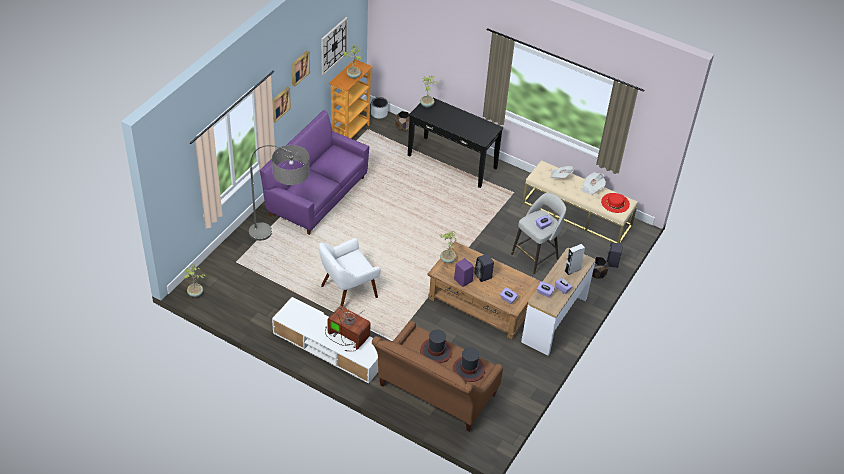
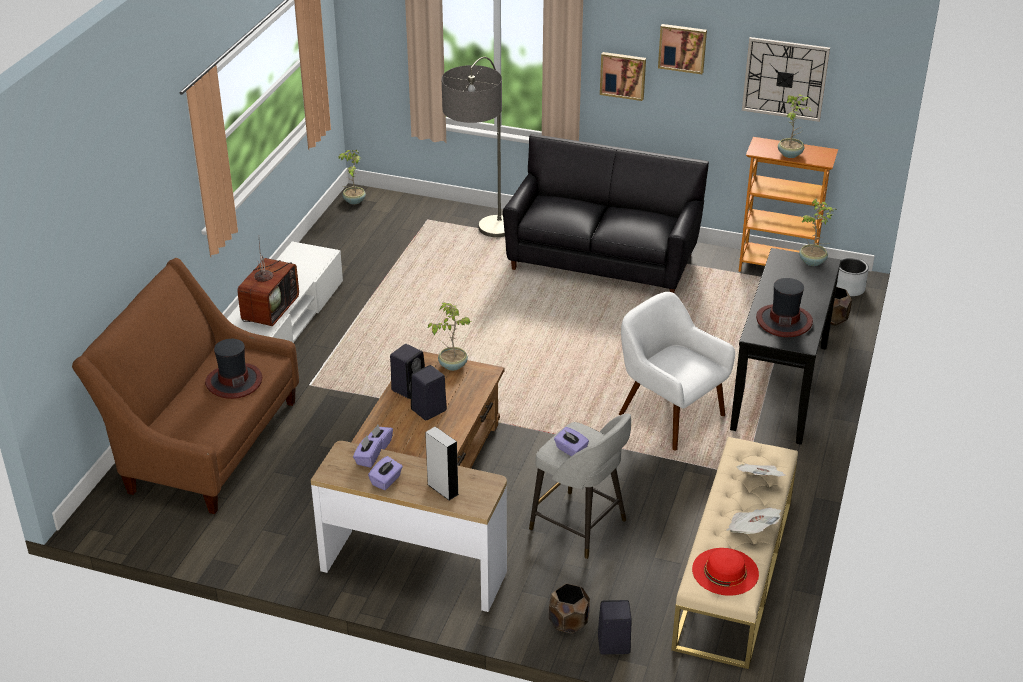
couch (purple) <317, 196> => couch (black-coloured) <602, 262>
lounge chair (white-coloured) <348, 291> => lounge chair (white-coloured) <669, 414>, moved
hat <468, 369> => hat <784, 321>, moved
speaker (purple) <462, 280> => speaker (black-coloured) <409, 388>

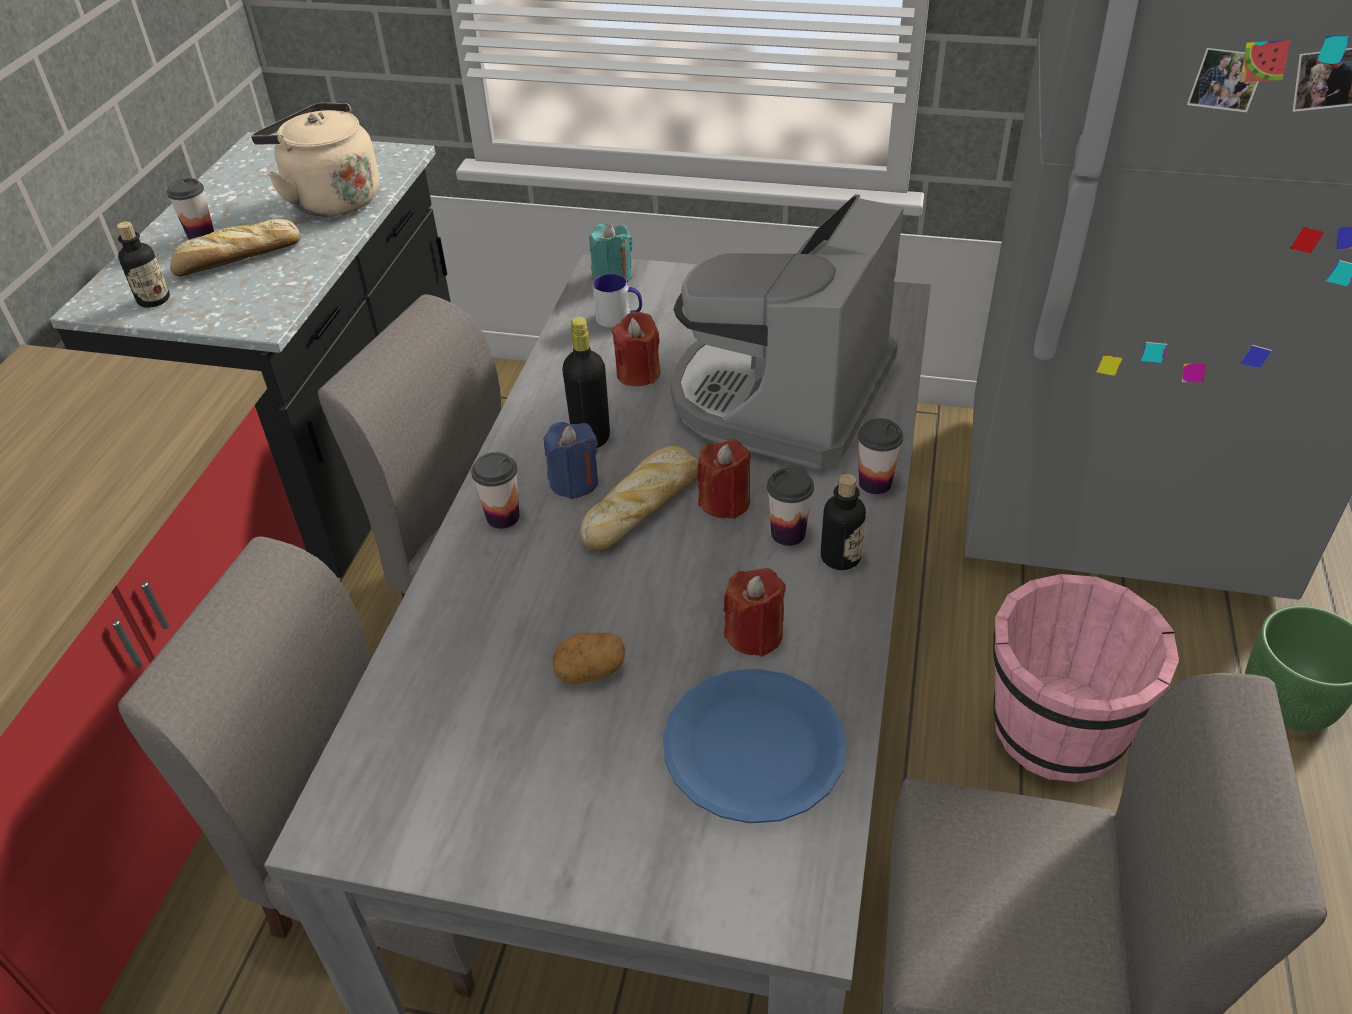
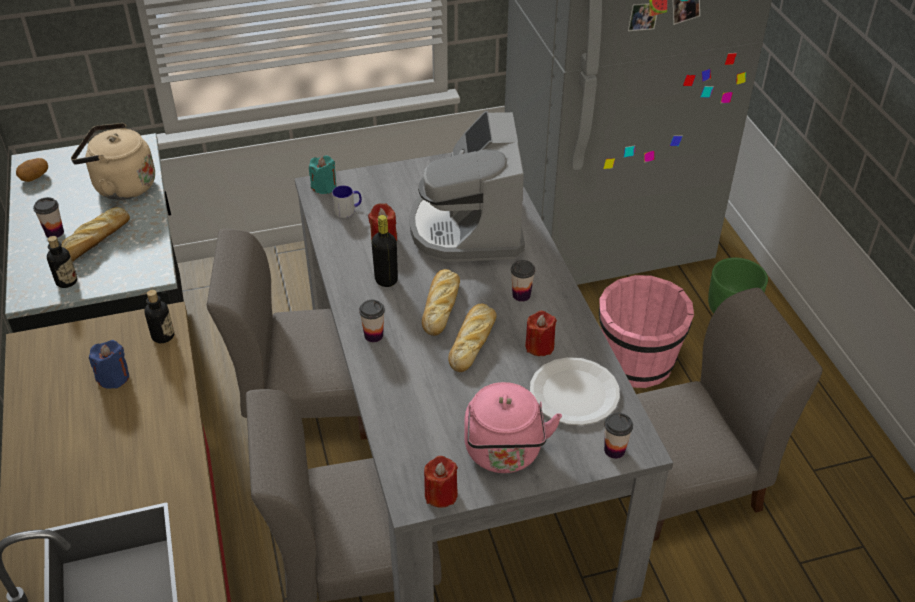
candle (blue) <574, 482> => candle (blue) <113, 377>, moved
spud <590, 669> => spud <34, 176>, moved
plate (blue) <753, 746> => plate (white-coloured) <574, 393>
candle (reddish) <725, 502> => candle (reddish) <441, 494>, moved
beverage bottle <840, 557> => beverage bottle <163, 336>, moved
small cup <875, 483> => small cup <614, 450>, moved
nothing => bakery bread <473, 340>
nothing => tea kettle (pink) <504, 454>

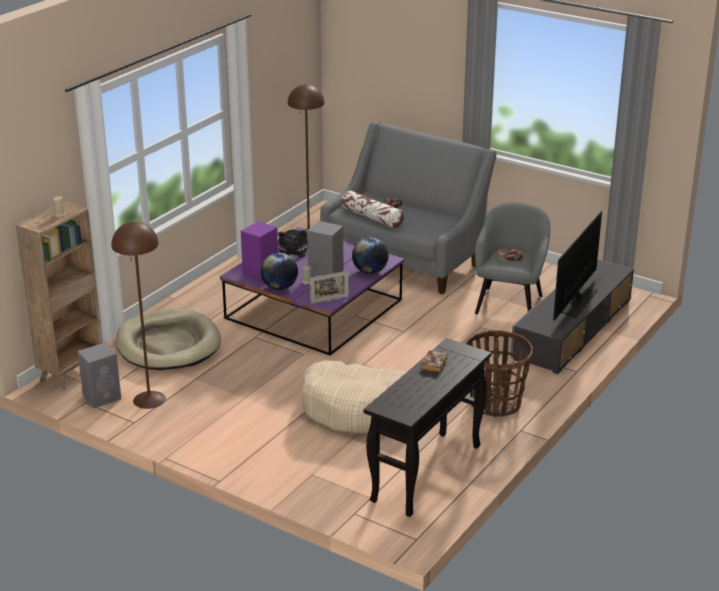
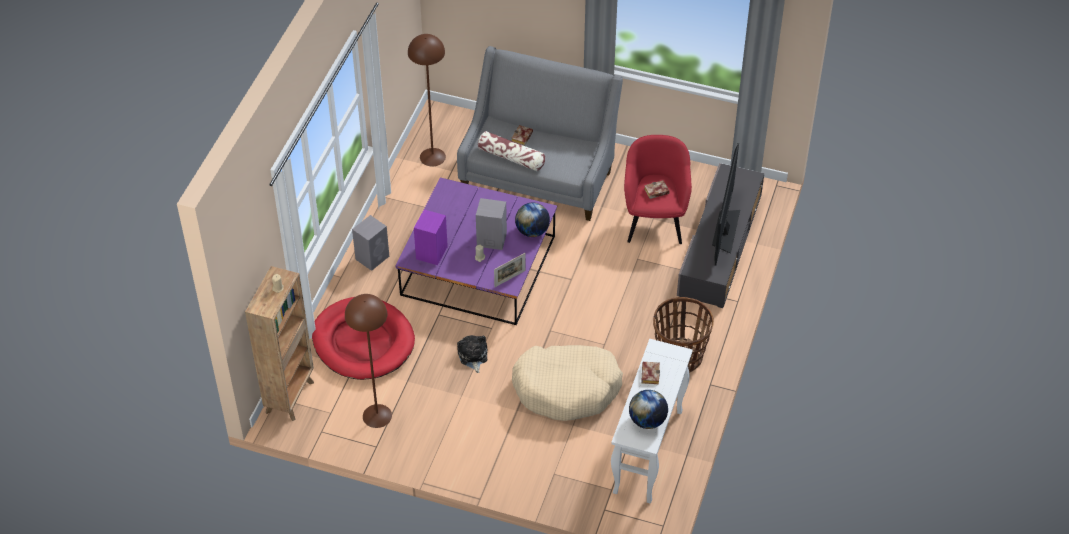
speaker (greyish) <103, 397> => speaker (greyish) <373, 257>, moved
dog bed (sand-coloured) <168, 345> => dog bed (reddish) <363, 341>
world globe <279, 287> => world globe <647, 421>, moved
plush toy <292, 253> => plush toy <473, 356>, moved
hall table (black-coloured) <426, 474> => hall table (white-coloured) <648, 452>
lounge chair (greyish) <509, 303> => lounge chair (reddish) <654, 221>

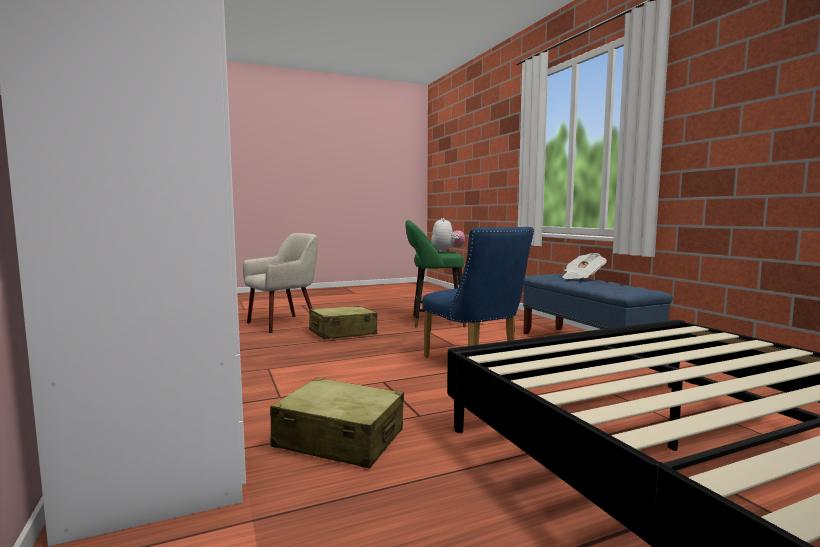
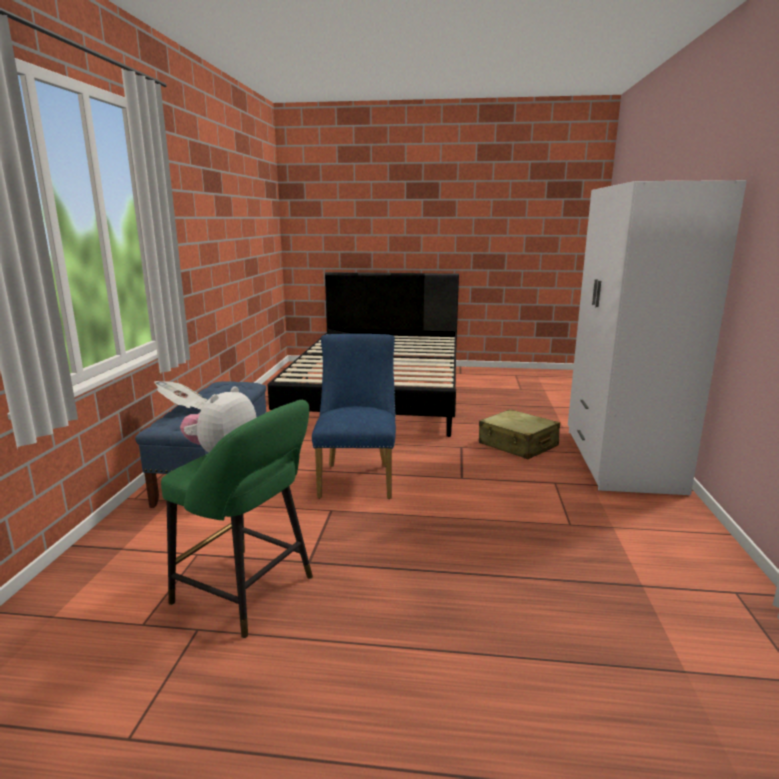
lounge chair (sand-coloured) <283, 323> => nothing
piece of luggage (sand-coloured) <342, 333> => nothing

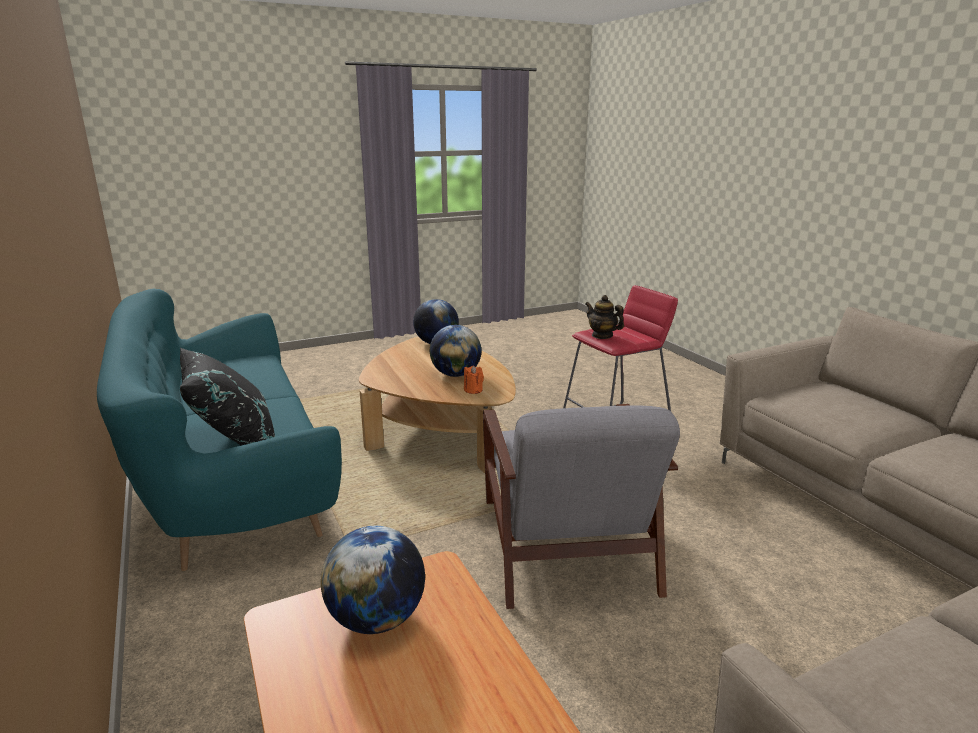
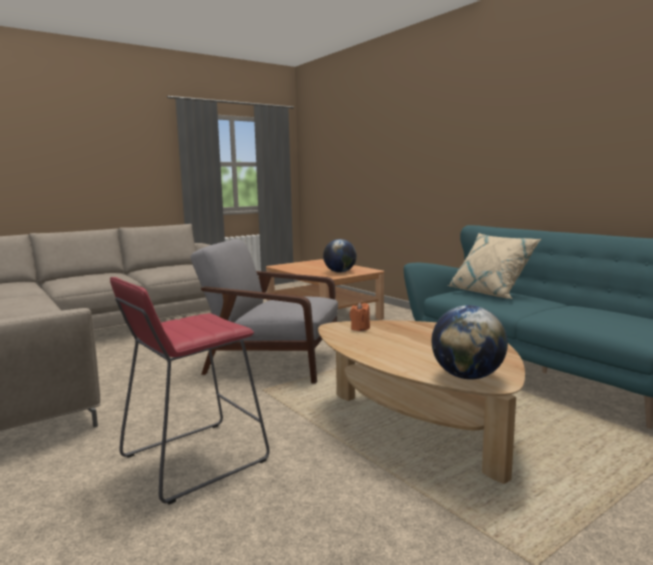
throw pillow (black-coloured) <233, 440> => throw pillow (sand-coloured) <490, 293>
world globe <456, 375> => nothing
lounge chair (greyish) <567, 547> => lounge chair (greyish) <272, 361>, 60 degrees counterclockwise
teapot <602, 336> => nothing

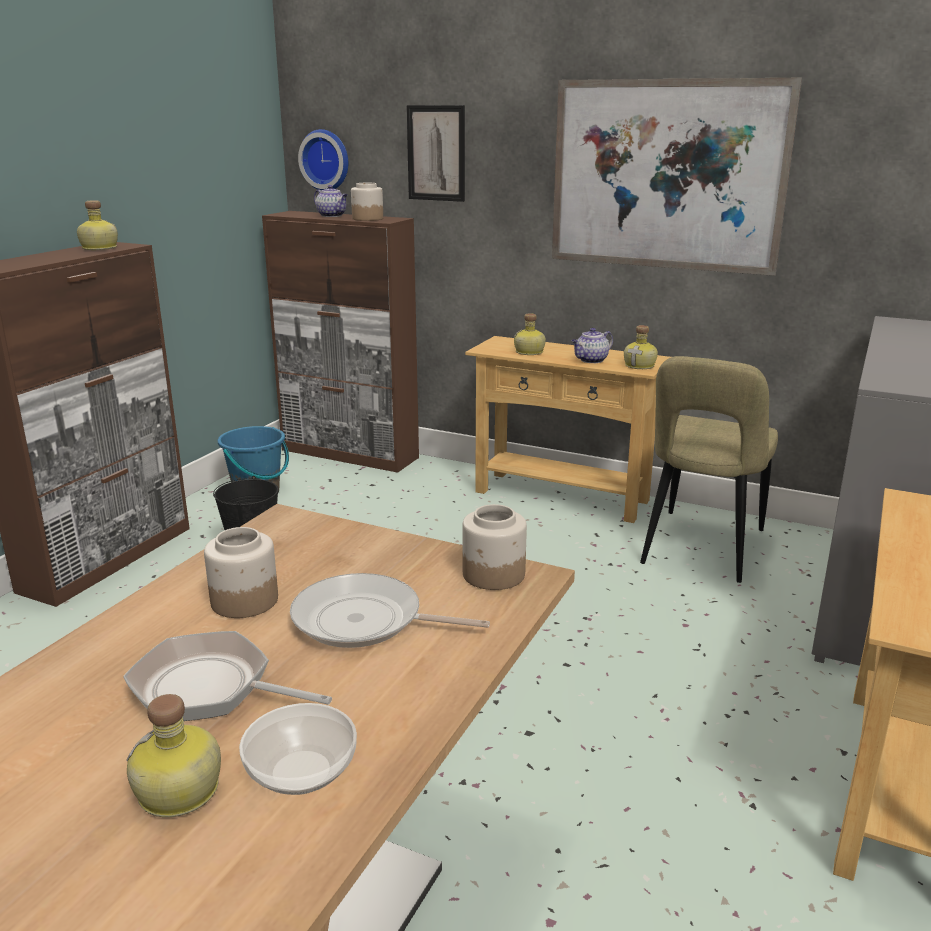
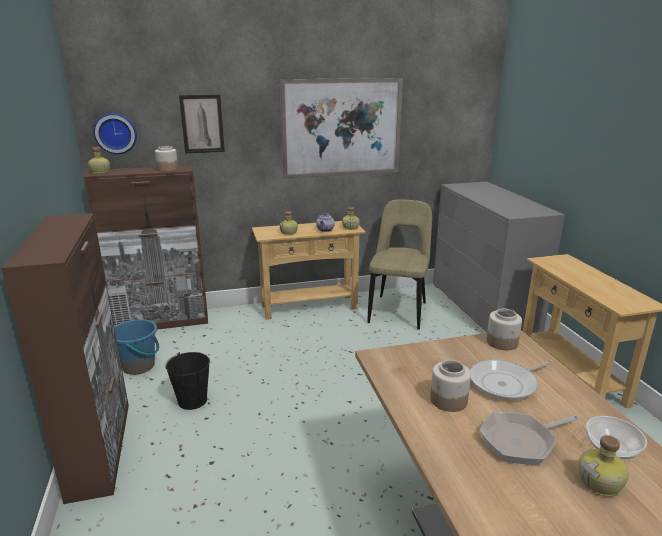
beverage bottle <98, 248> => beverage bottle <99, 172>, moved
teapot <332, 216> => nothing
chair (sand-coloured) <700, 550> => chair (sand-coloured) <398, 311>, 150 degrees counterclockwise

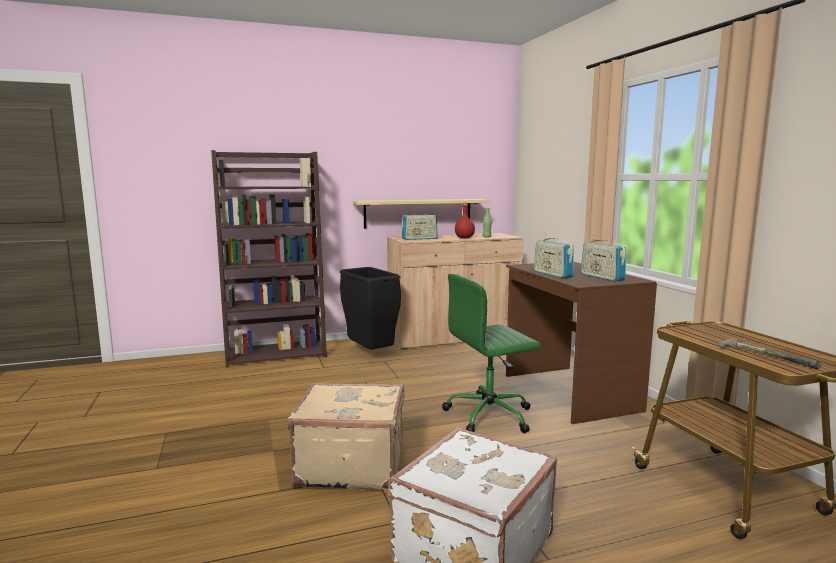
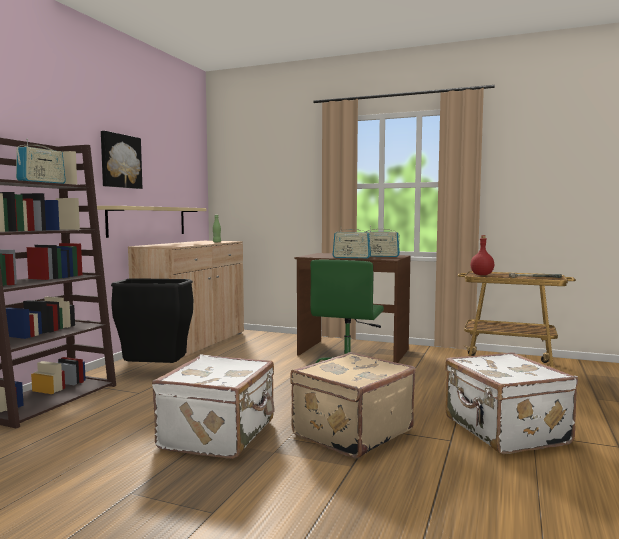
radio set <419, 239> => radio set <42, 182>, moved
beverage bottle (reddish) <465, 238> => beverage bottle (reddish) <482, 275>, moved
nothing => picture <120, 161>
nothing => piece of luggage (white-coloured) <220, 435>

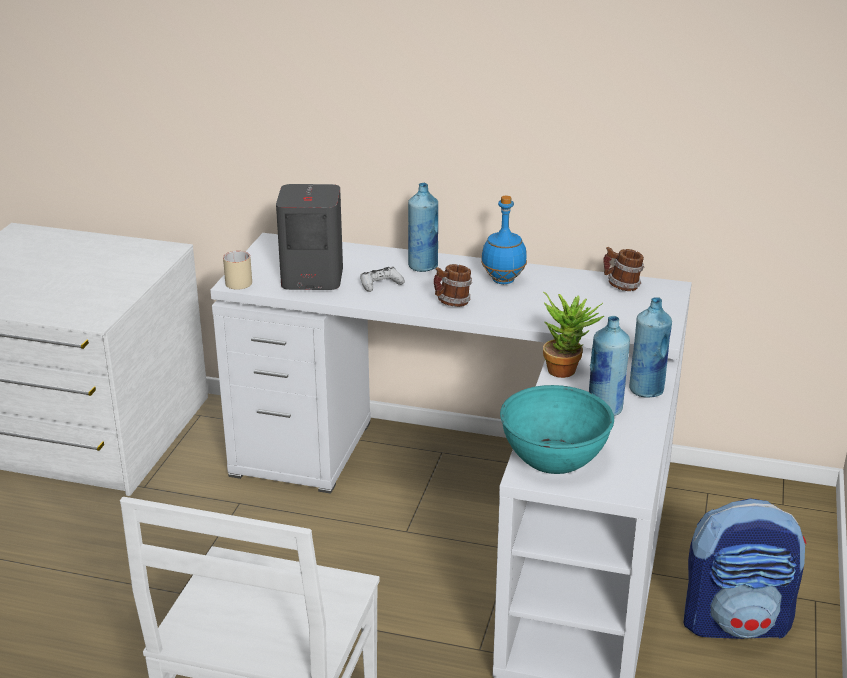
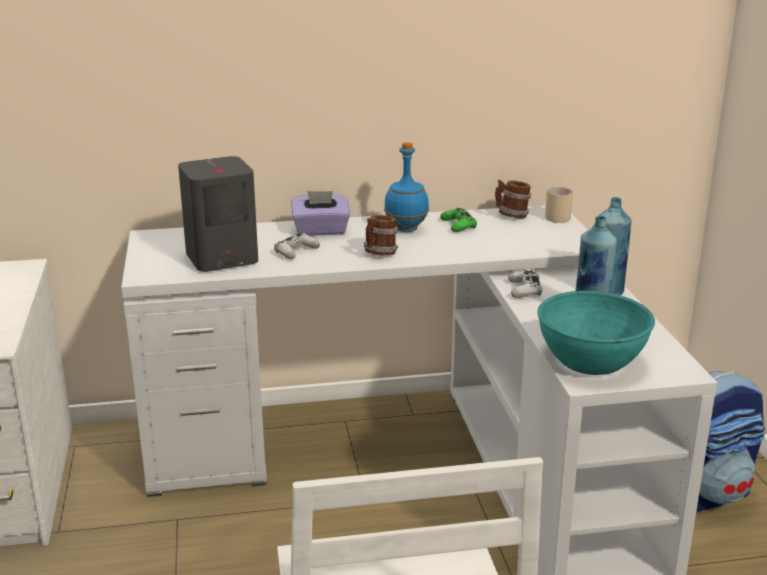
coffee mug (sand-coloured) <240, 281> => coffee mug (sand-coloured) <555, 216>, moved
beverage bottle (blue) <423, 266> => box of tissues (purple) <321, 231>
potted plant <567, 369> => joypad (white-coloured) <524, 290>
nothing => joypad (green-coloured) <458, 225>

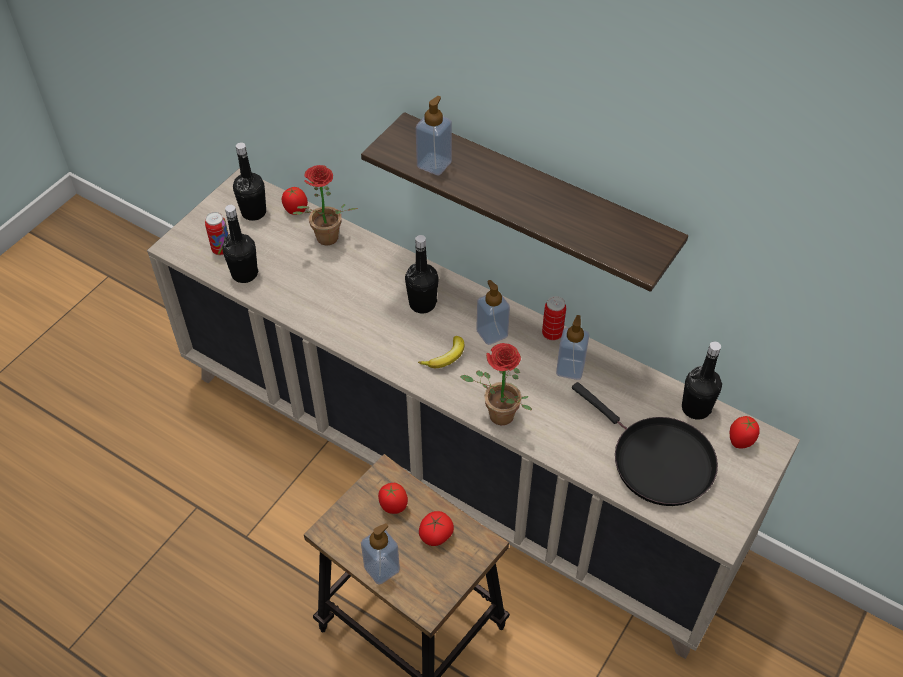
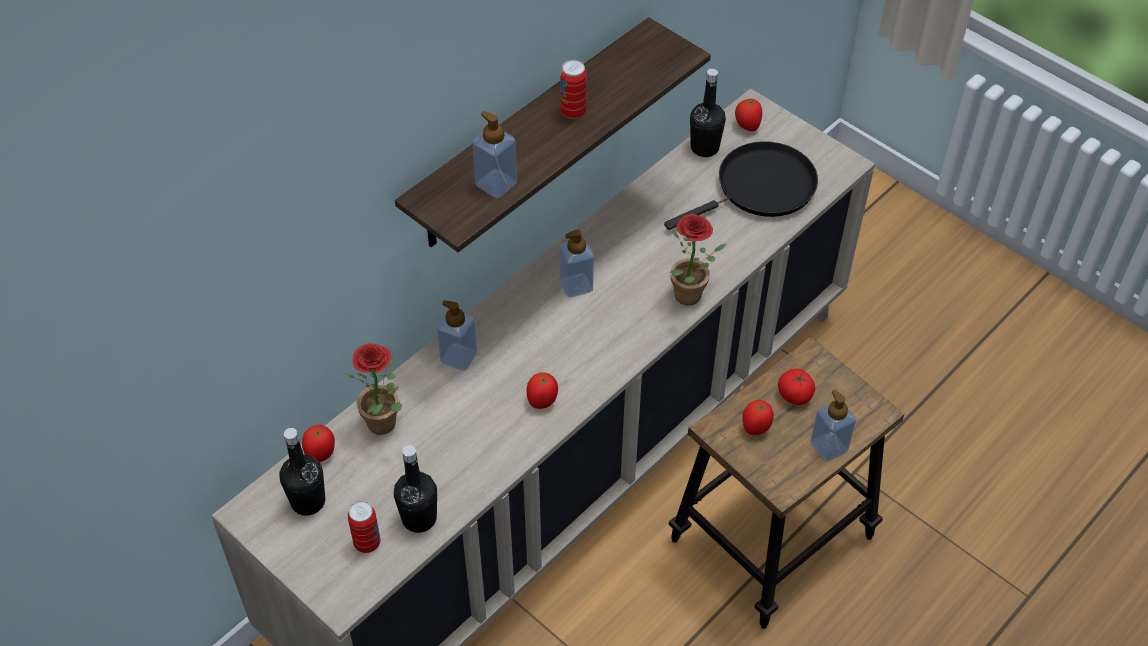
beverage bottle (black-coloured) <422, 304> => nothing
banana <446, 357> => nothing
can <552, 334> => can <573, 112>, moved
soap dispenser <570, 369> => soap dispenser <459, 357>, moved
nothing => fresh tomato <542, 401>

